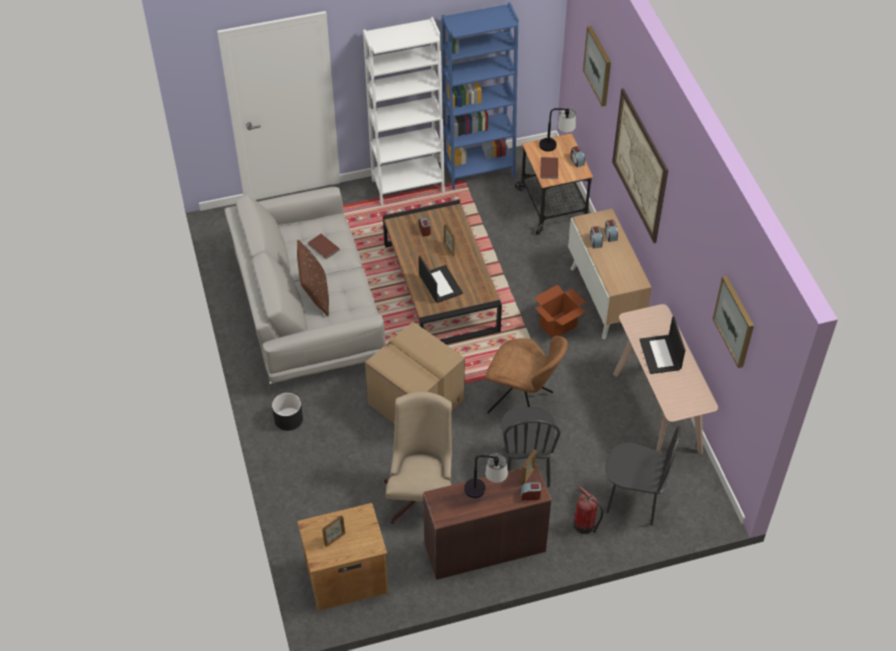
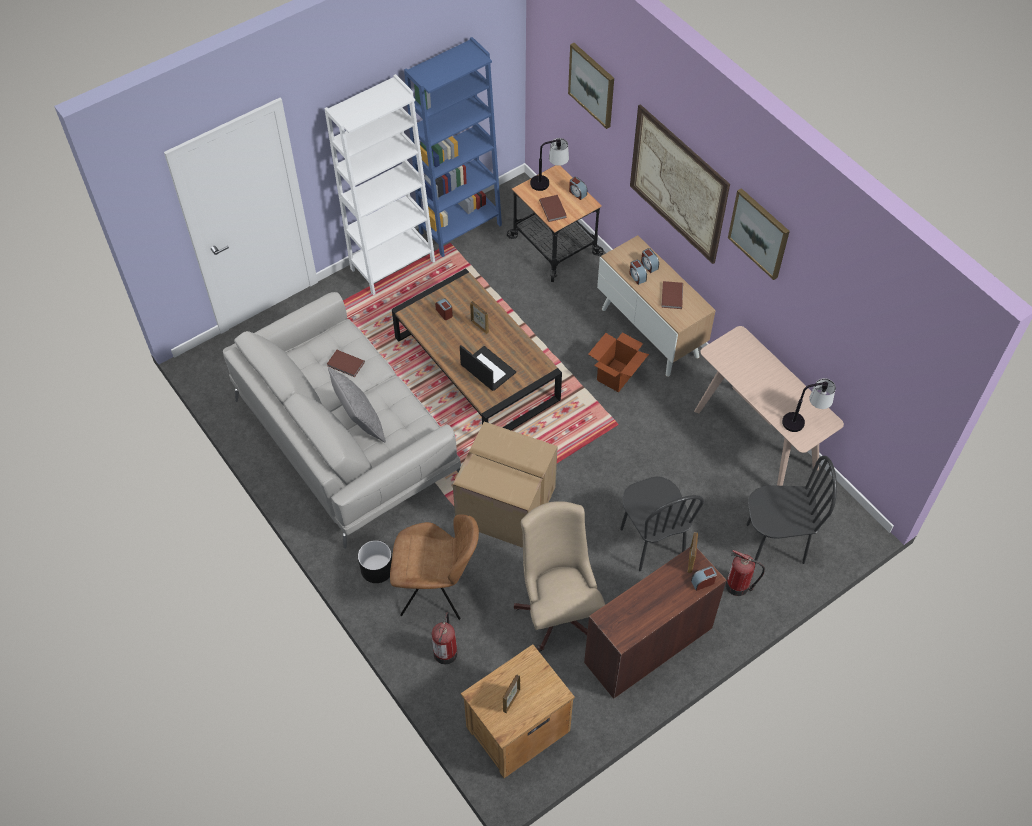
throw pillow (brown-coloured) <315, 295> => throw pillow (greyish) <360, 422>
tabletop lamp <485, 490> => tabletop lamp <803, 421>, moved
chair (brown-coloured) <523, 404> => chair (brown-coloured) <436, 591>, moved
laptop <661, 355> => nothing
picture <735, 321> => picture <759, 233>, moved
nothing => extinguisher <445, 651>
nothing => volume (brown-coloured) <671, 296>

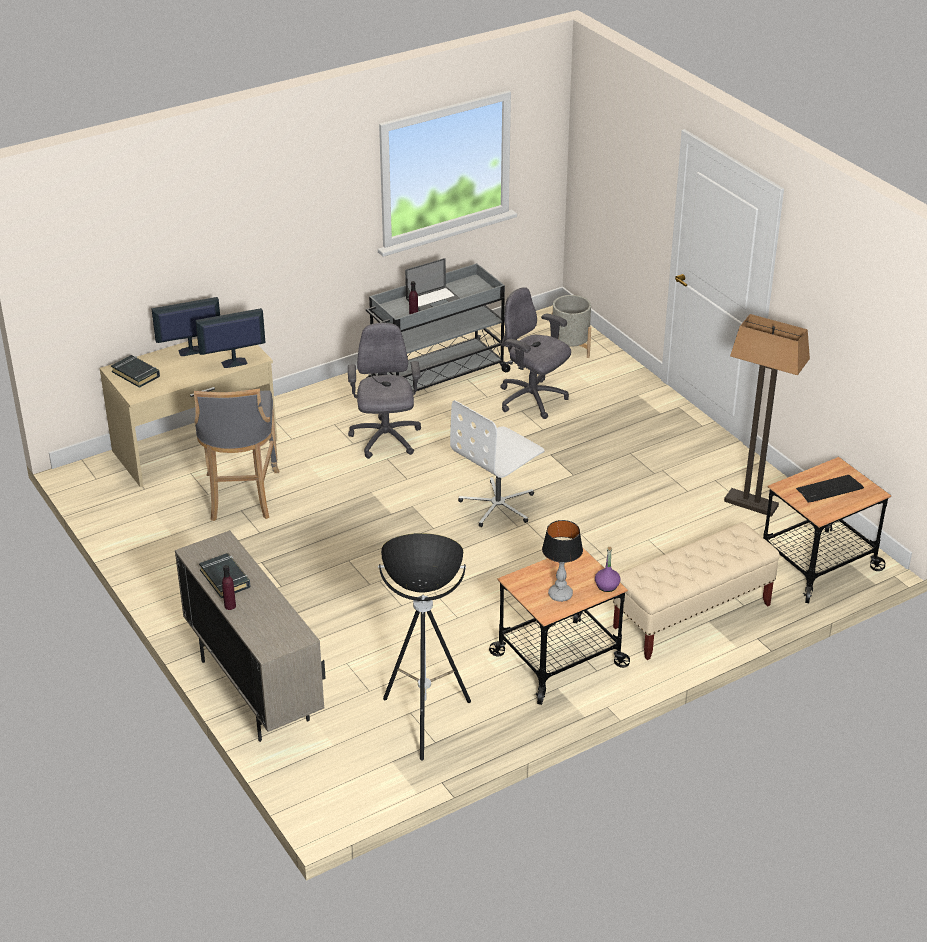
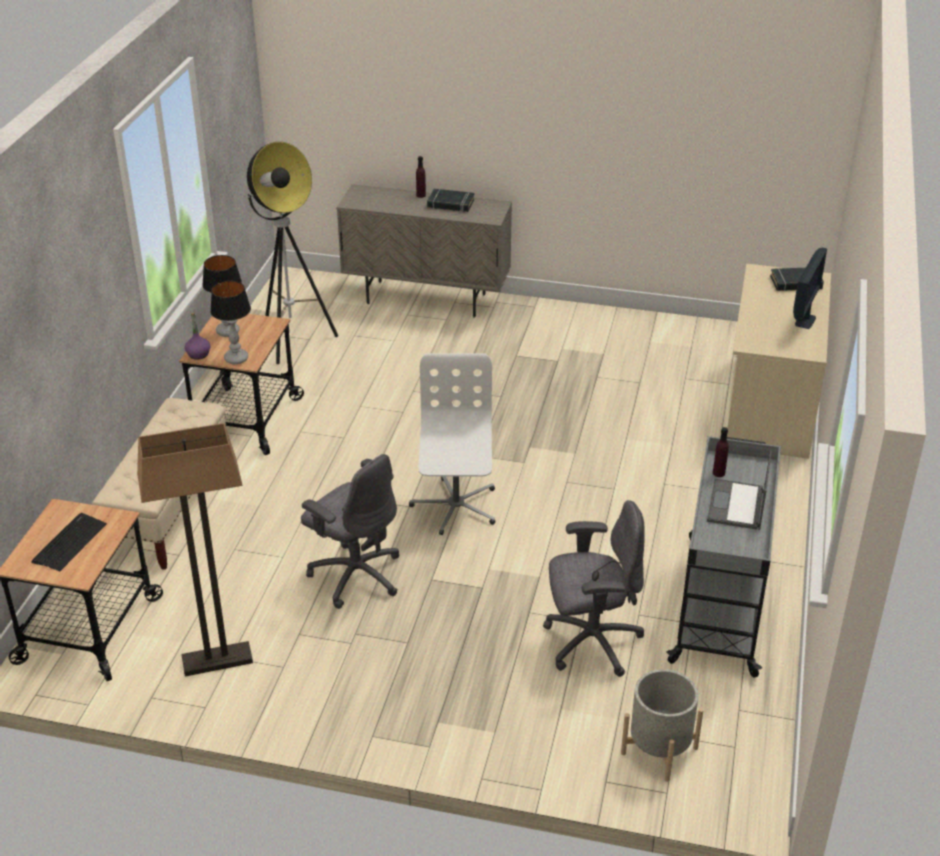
stool seat (greyish) <241, 497> => nothing
computer screen <233, 363> => nothing
office chair (greyish) <385, 439> => office chair (greyish) <355, 575>, moved
nothing => tabletop lamp <236, 359>

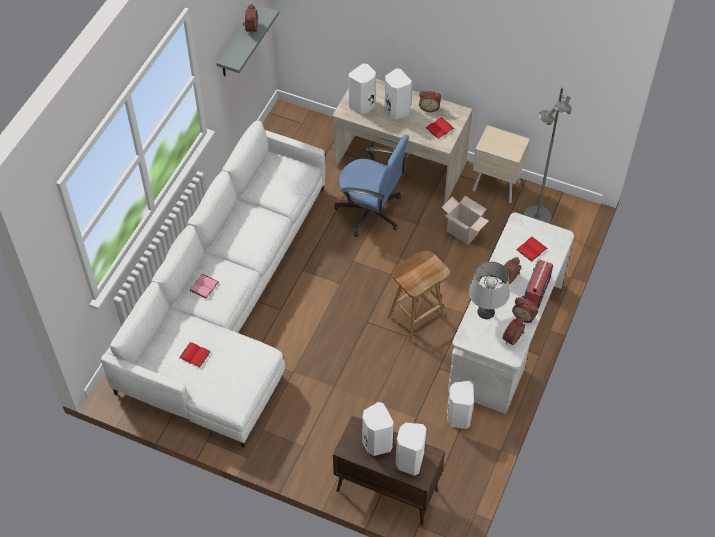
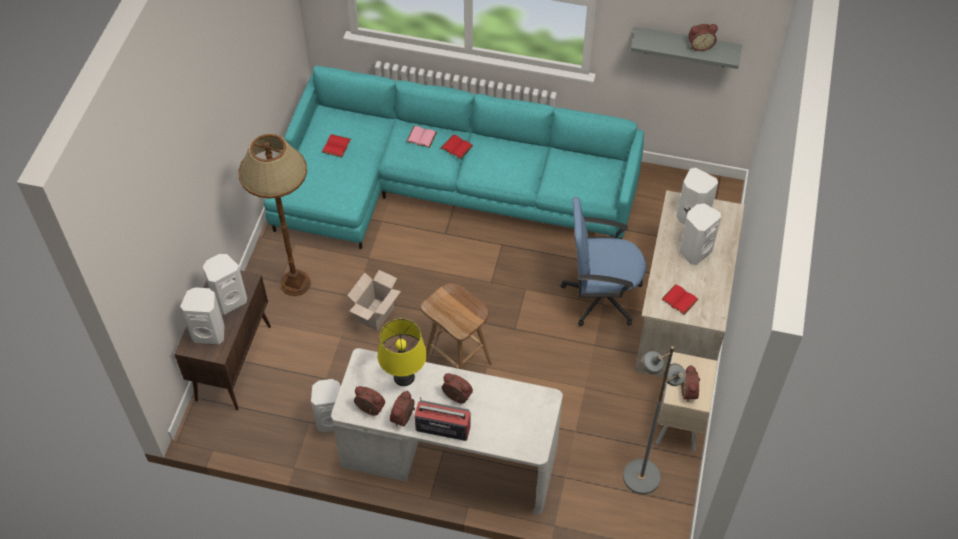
couch (white-coloured) <228, 304> => couch (turquoise-coloured) <442, 188>
office chair (blue) <370, 212> => office chair (blue) <600, 296>, 75 degrees clockwise
alarm clock <429, 107> => alarm clock <690, 392>, moved
carton <464, 232> => carton <376, 316>, moved
tabletop lamp (greyish) <485, 312> => tabletop lamp (yellow-coloured) <403, 376>
volume (reddish) <532, 250> => volume (reddish) <455, 147>, moved
nothing => standard lamp (brown-coloured) <296, 283>

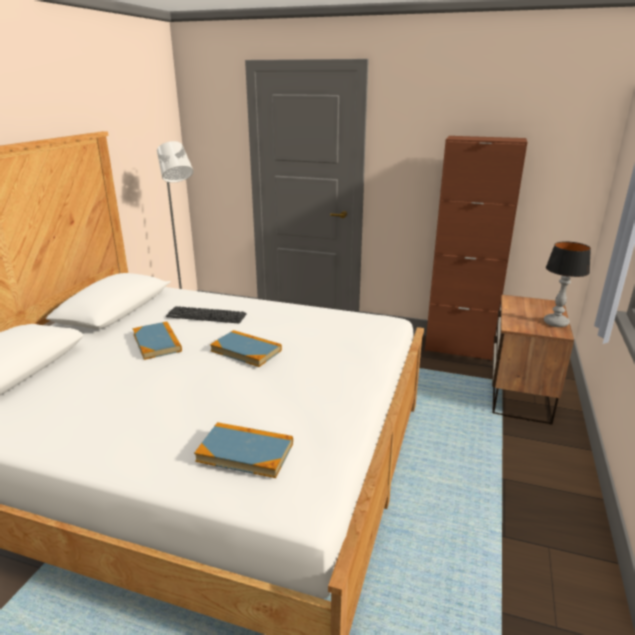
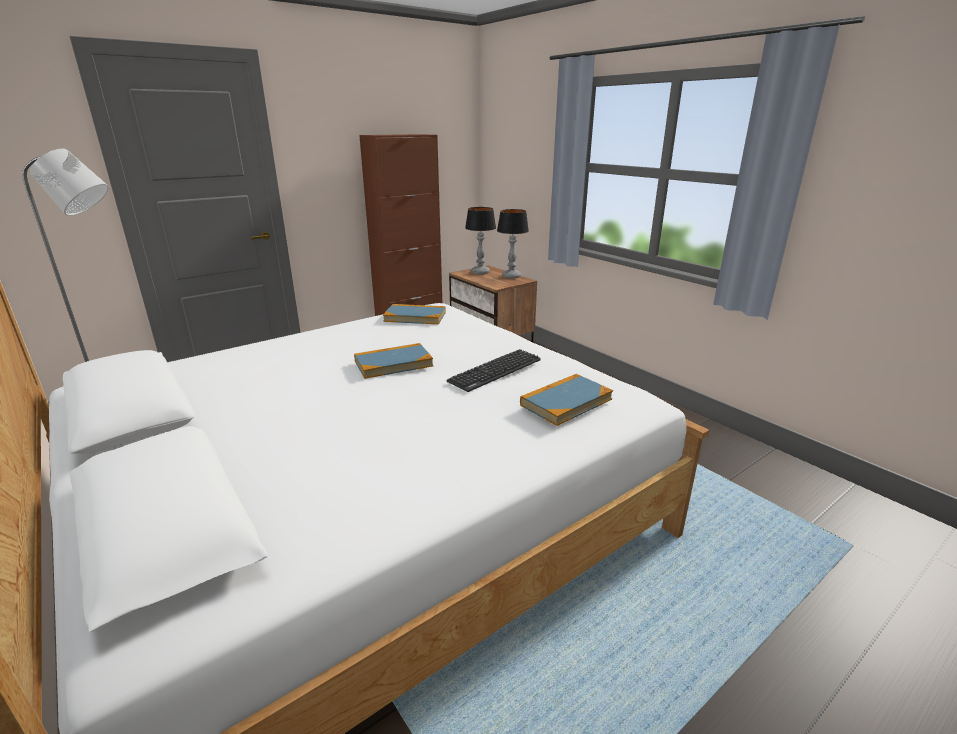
volume <157, 342> => volume <415, 317>, moved
PC keyboard <206, 316> => PC keyboard <495, 371>, moved
nothing => tabletop lamp <480, 272>

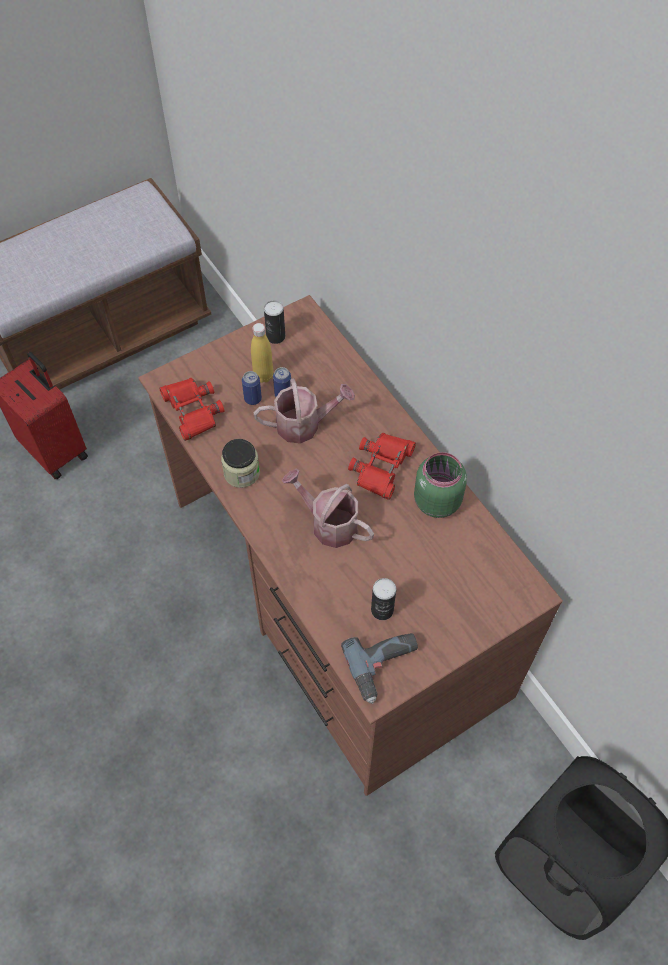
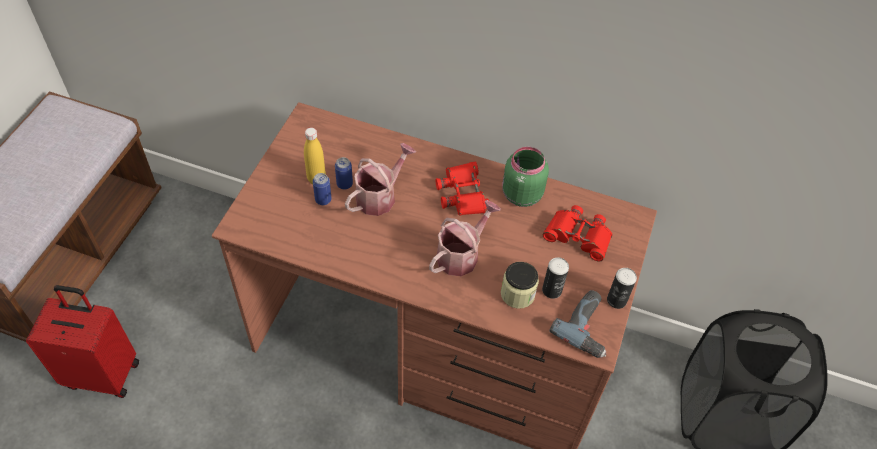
binoculars (reddish) <192, 410> => binoculars (reddish) <578, 236>, moved
jar <241, 473> => jar <517, 294>, moved
can <275, 336> => can <616, 300>, moved
sprinkling can <329, 523> => sprinkling can <461, 254>, 135 degrees clockwise

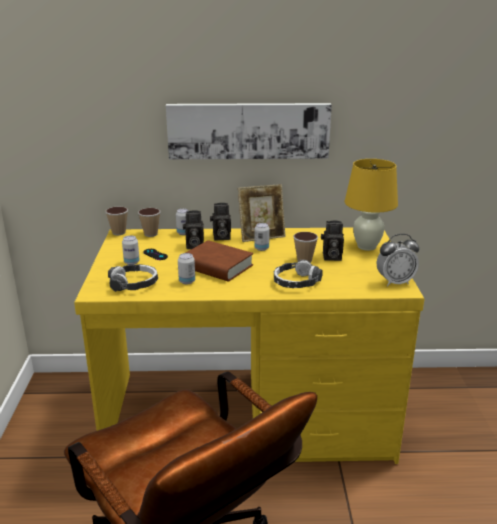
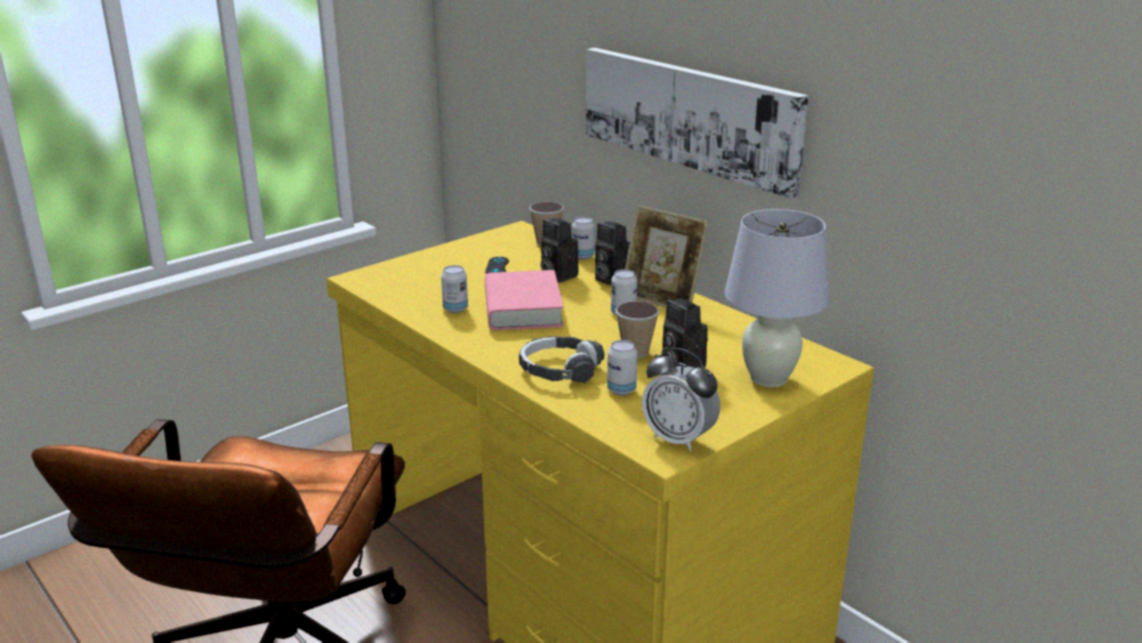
small cup <119, 232> => nothing
headphones <134, 284> => nothing
can <131, 262> => can <621, 390>, moved
volume (brown-coloured) <217, 266> => volume (pink) <523, 309>
tabletop lamp (yellow-coloured) <367, 247> => tabletop lamp (white-coloured) <768, 379>

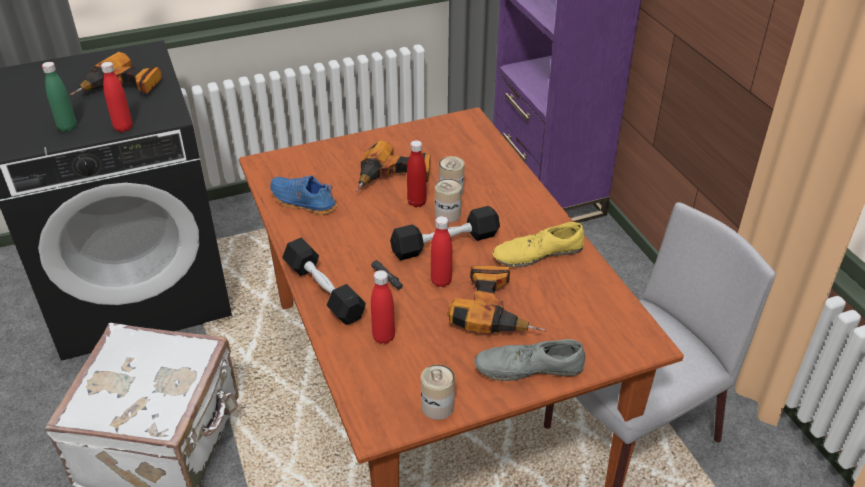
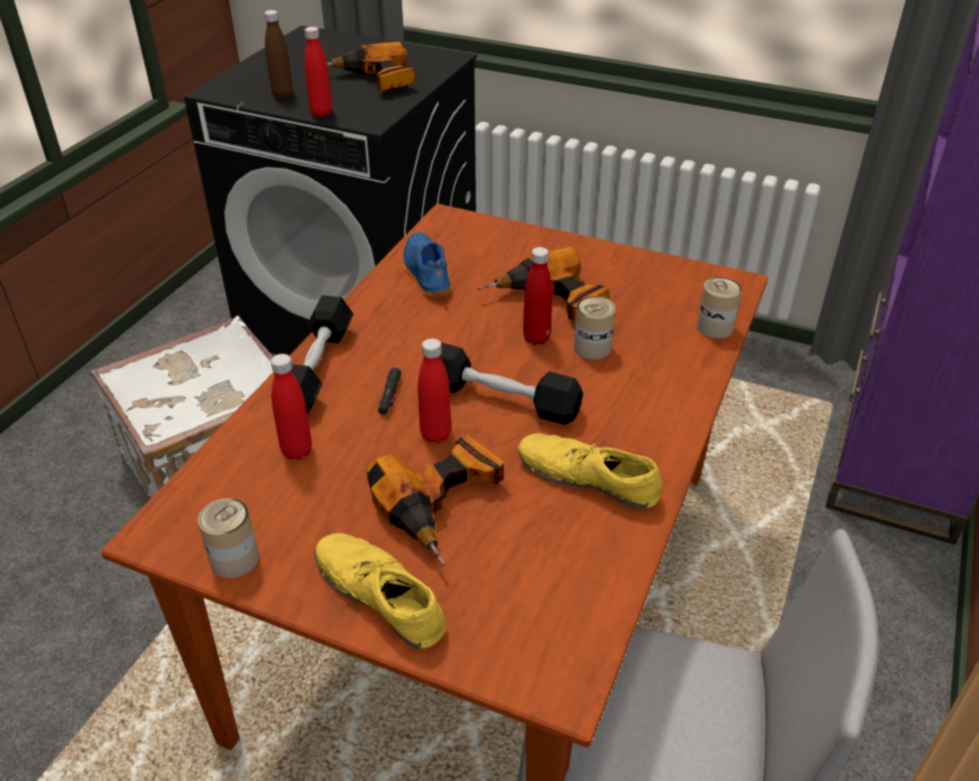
beverage bottle (green-coloured) <67, 128> => beverage bottle (brown-coloured) <282, 94>
can <447, 214> => can <715, 327>, moved
low shoe (greyish) <528, 367> => low shoe (yellow-coloured) <380, 595>

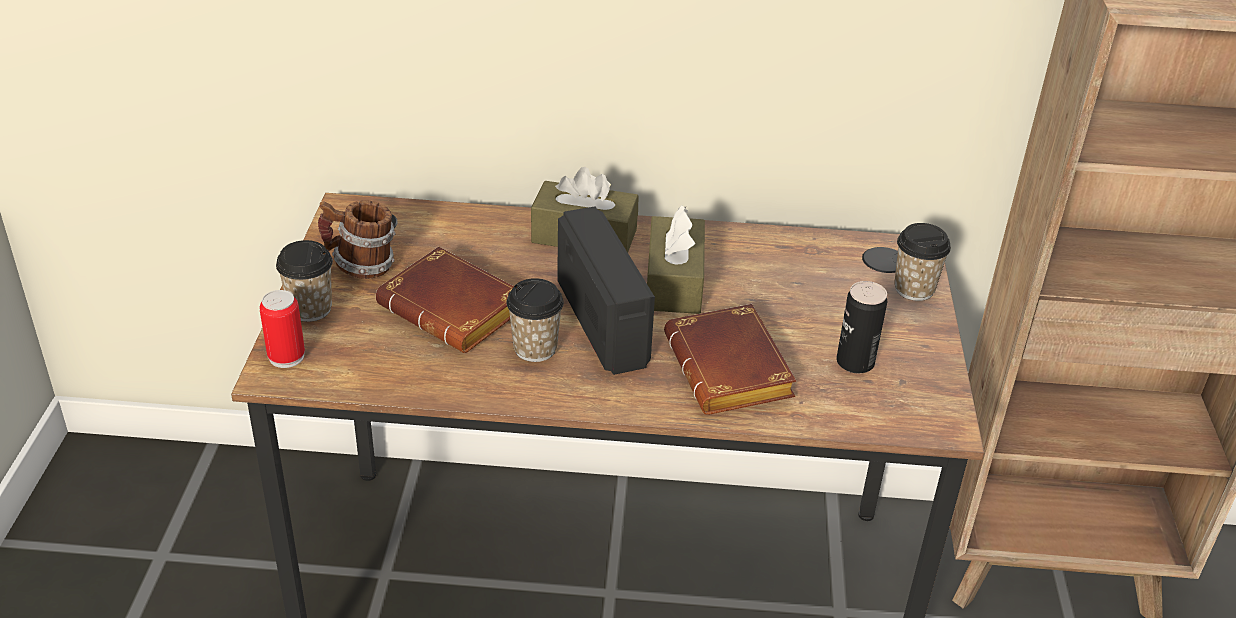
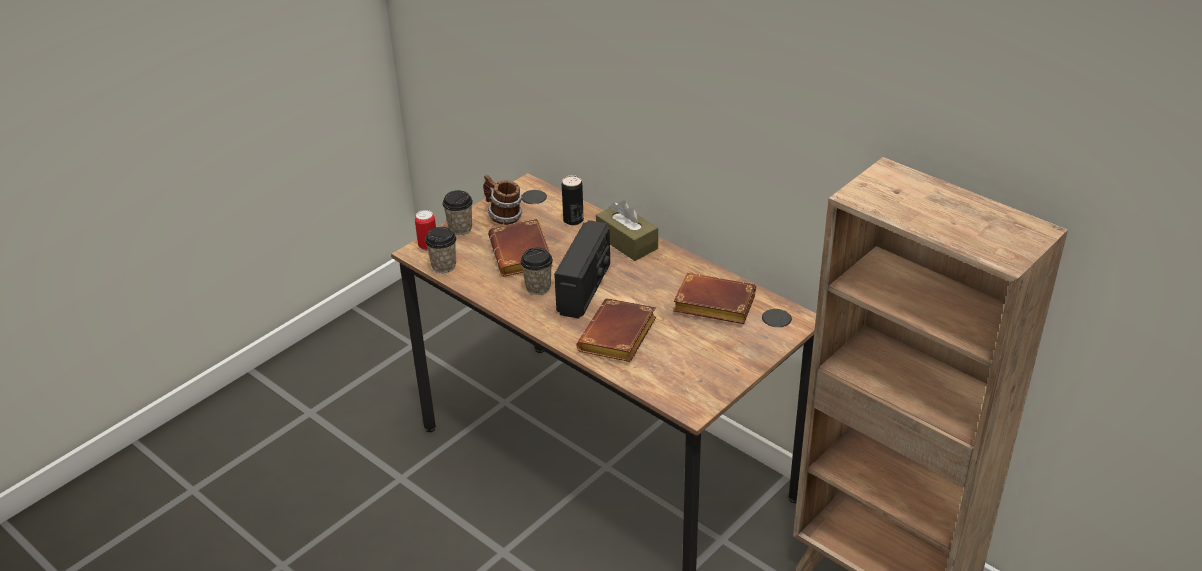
box of tissues (brown-coloured) <674, 282> => nothing
can <855, 362> => can <573, 220>, moved
small cup <914, 289> => small cup <443, 266>, moved
nothing => volume (brown-coloured) <712, 305>

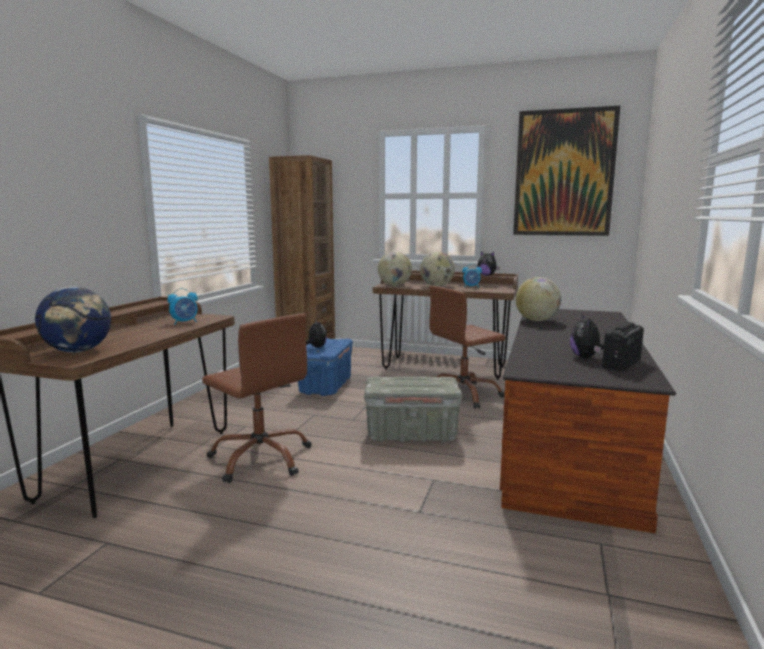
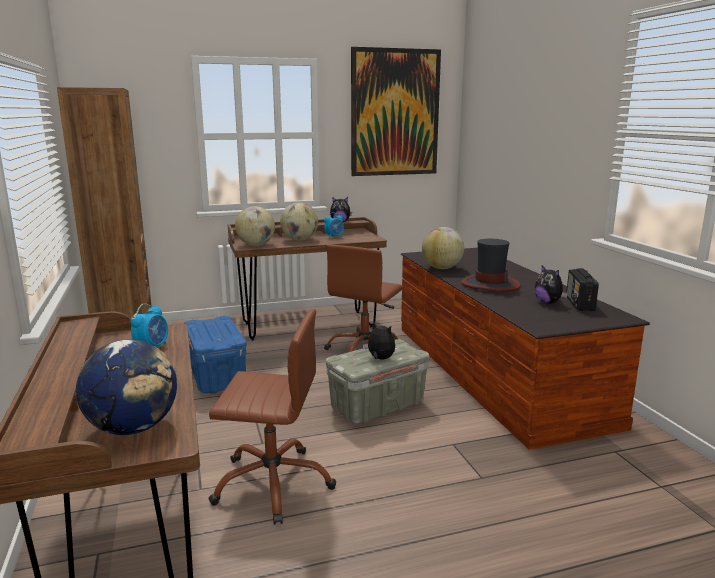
plush toy <316, 347> => plush toy <380, 359>, moved
nothing => hat <490, 284>

